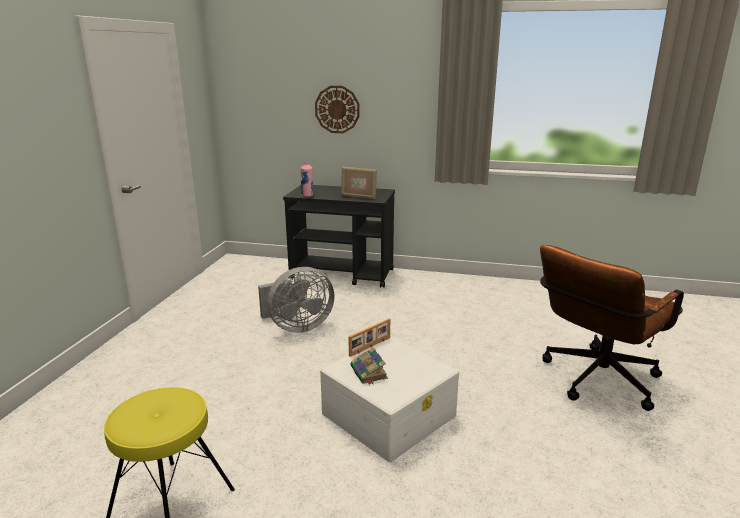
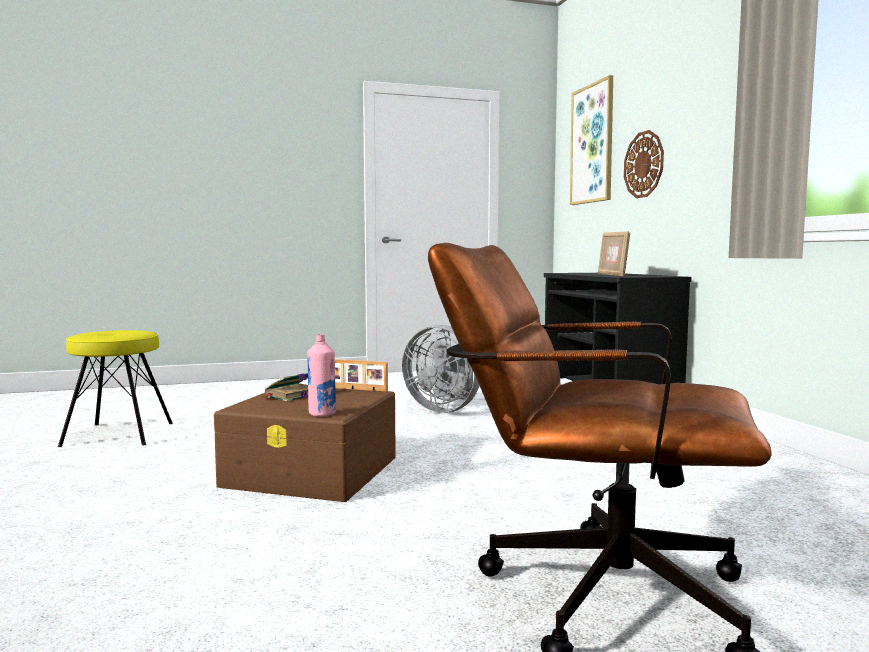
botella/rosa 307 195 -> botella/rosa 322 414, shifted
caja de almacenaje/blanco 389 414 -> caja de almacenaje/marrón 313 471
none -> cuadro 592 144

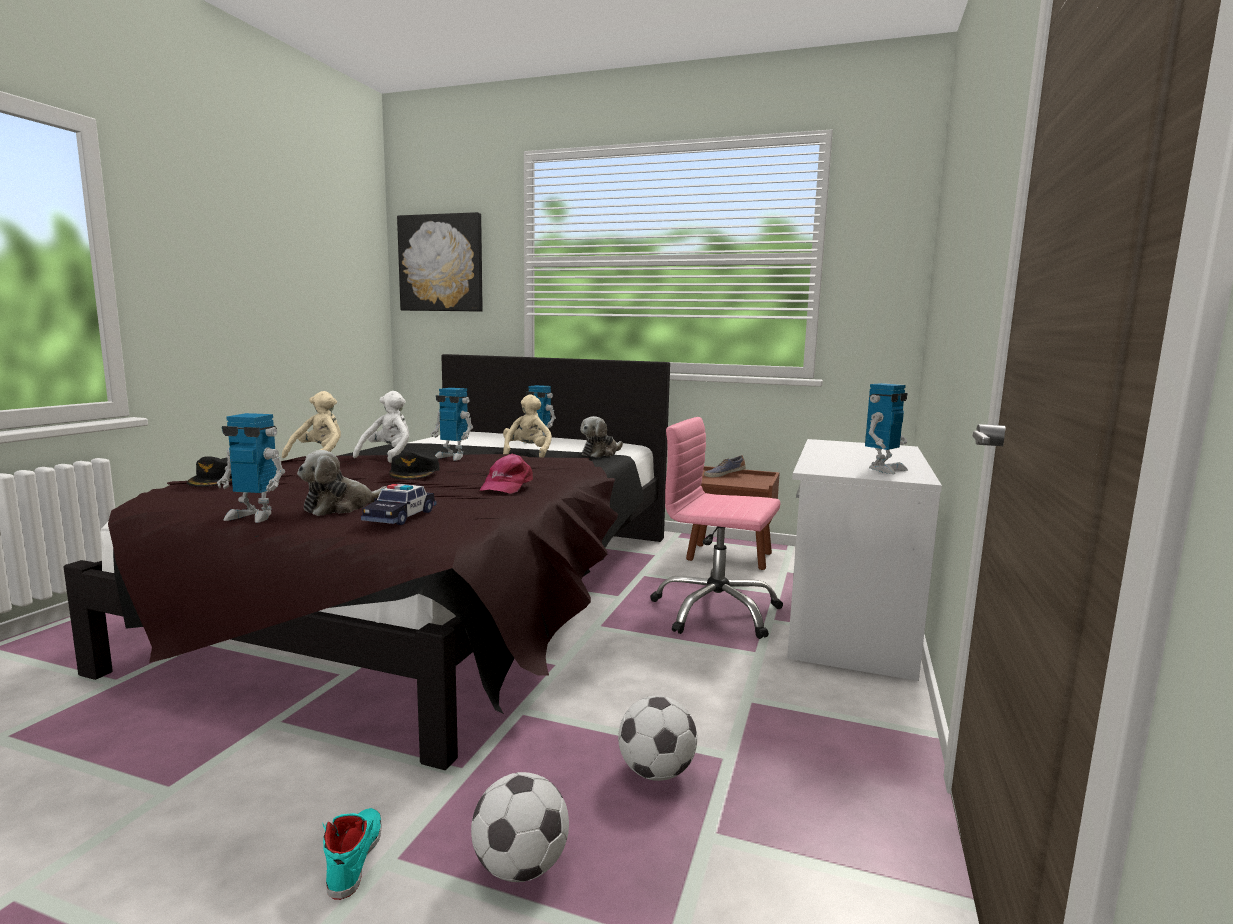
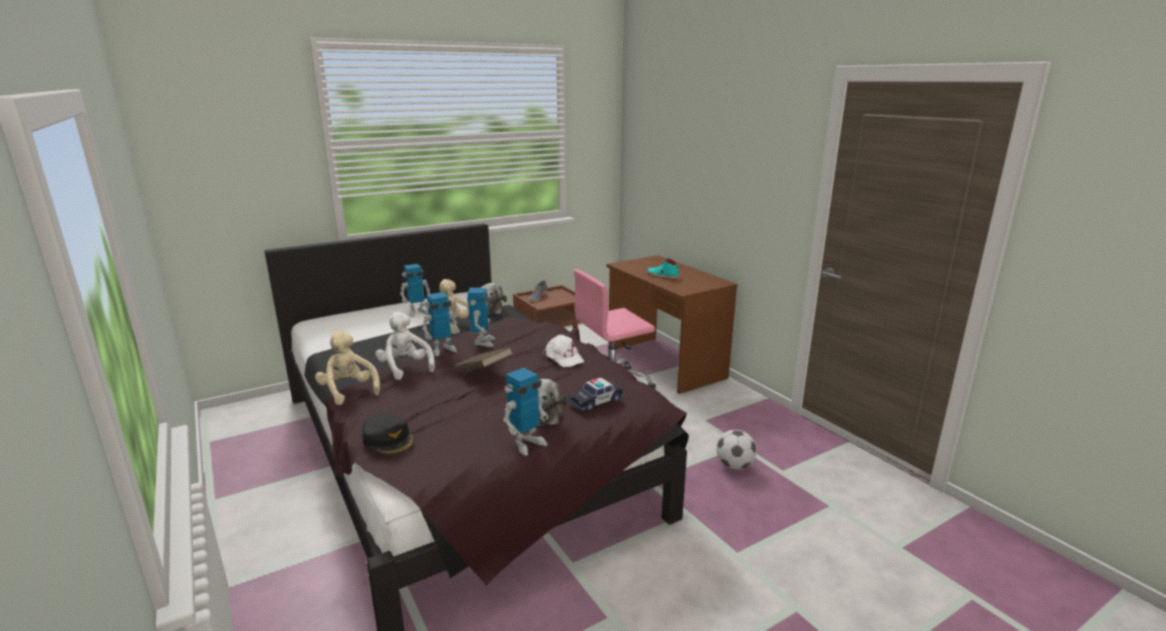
zapato/turquesa 354 857 -> zapato/turquesa 662 275, shifted
coche de juguete 400 516 -> coche de juguete 596 401, 90 degrees clockwise
gorra/negro 414 472 -> libro/marrón 483 372
cuadro 441 263 -> none
balón de fútbol 520 867 -> none
gorra/rosa 506 486 -> gorra/blanco 563 357
escritorio/blanco 848 622 -> escritorio/marrón 664 363
robot de juguete 883 469 -> robot de juguete 483 342, shifted

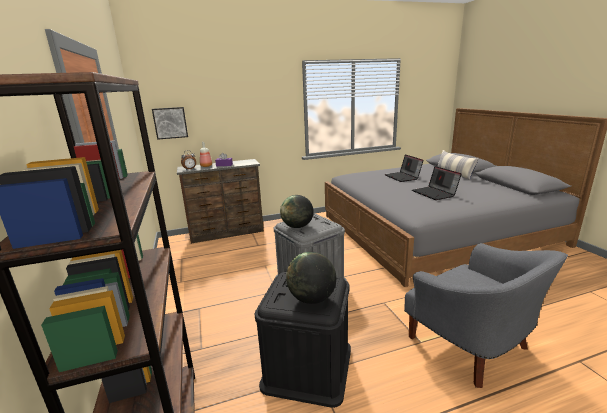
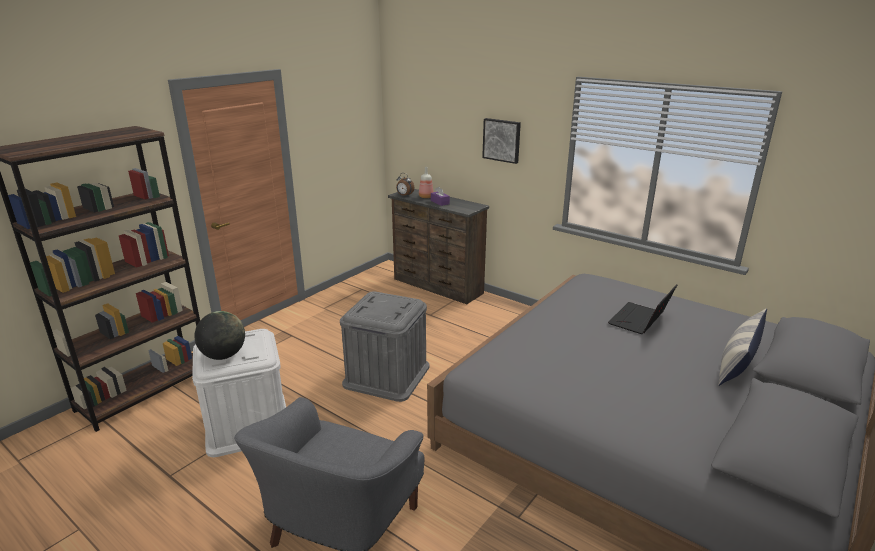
cuadro 170 123 -> cuadro 502 140, shifted
caja de almacenaje/negro 307 366 -> caja de almacenaje/blanco 247 423
globo terráqueo 297 226 -> none
portátil 435 193 -> none

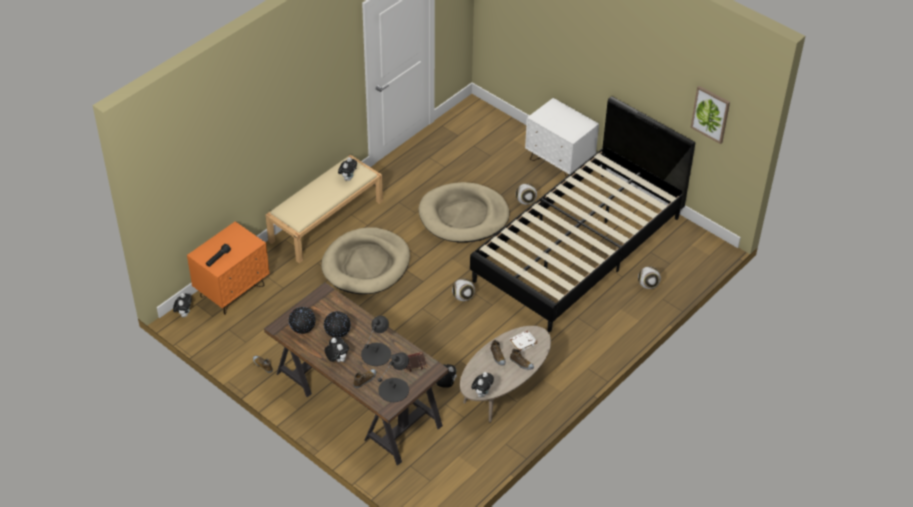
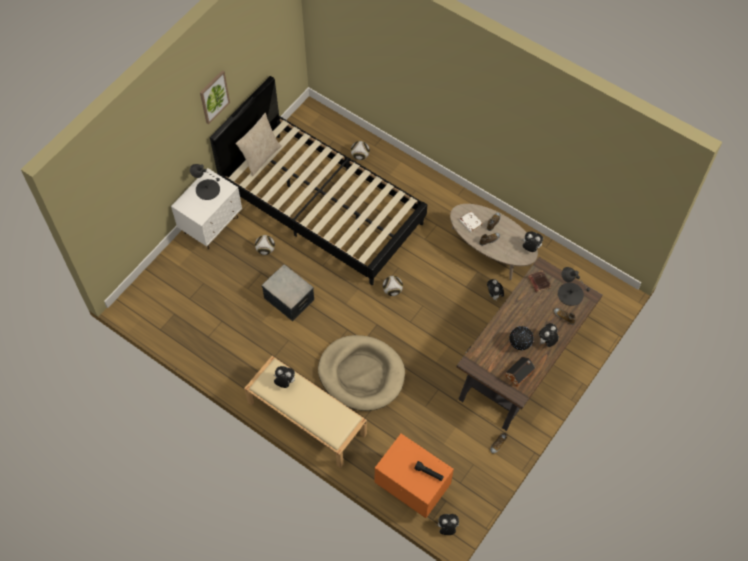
globo terráqueo 303 331 -> casita 520 374
lámpara de mesa/negro 376 354 -> lámpara de mesa/negro 207 189, shifted
cama para perro/beis 463 216 -> caja de almacenaje 289 299
cuadro 710 114 -> cuadro 214 97, shifted
none -> cojín/beis 260 157

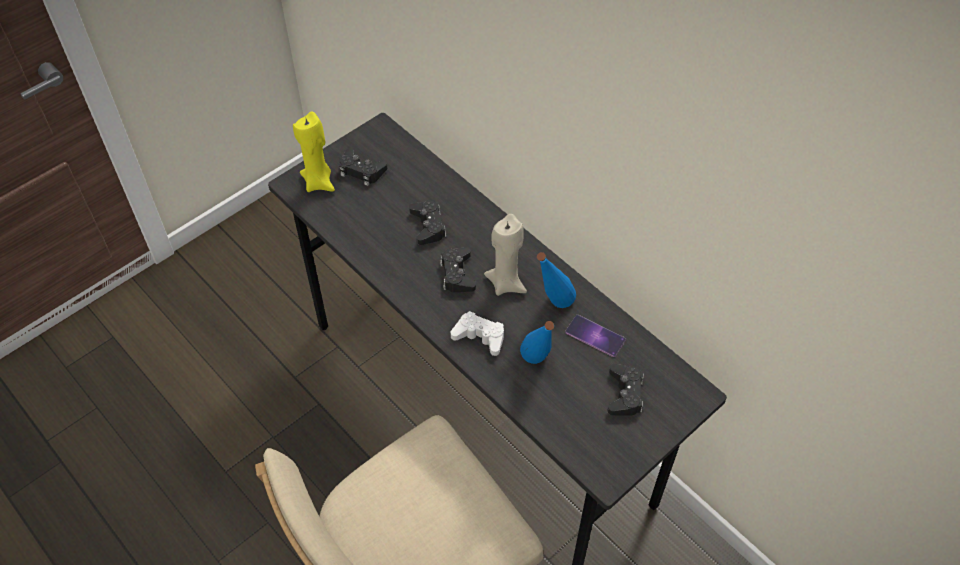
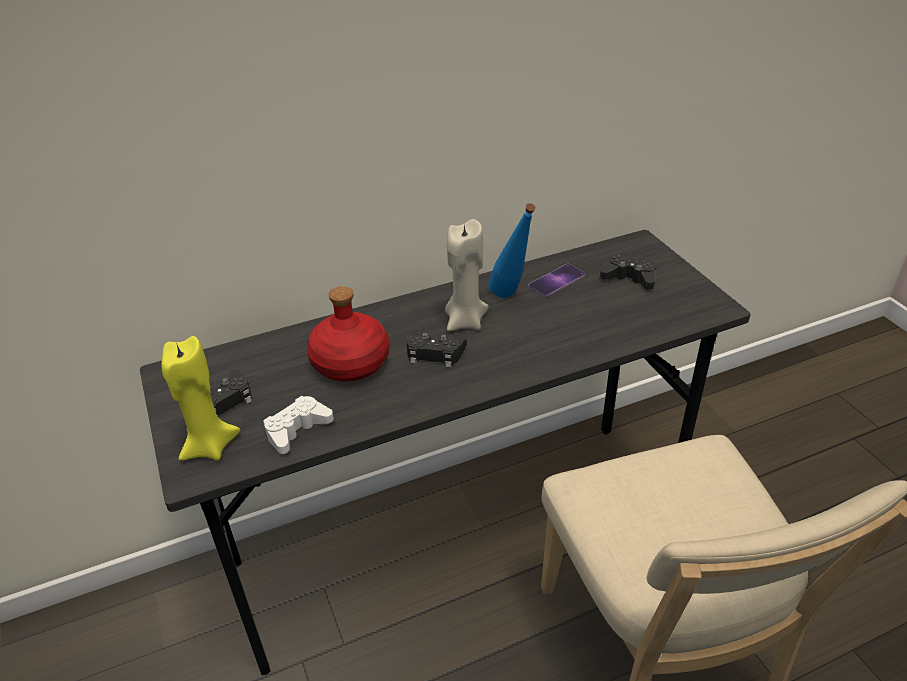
mando de consola/negro 428 226 -> botella/rojo 351 362
mando de consola/blanco 480 336 -> mando de consola/blanco 297 429, shifted
botella/azul 537 366 -> none

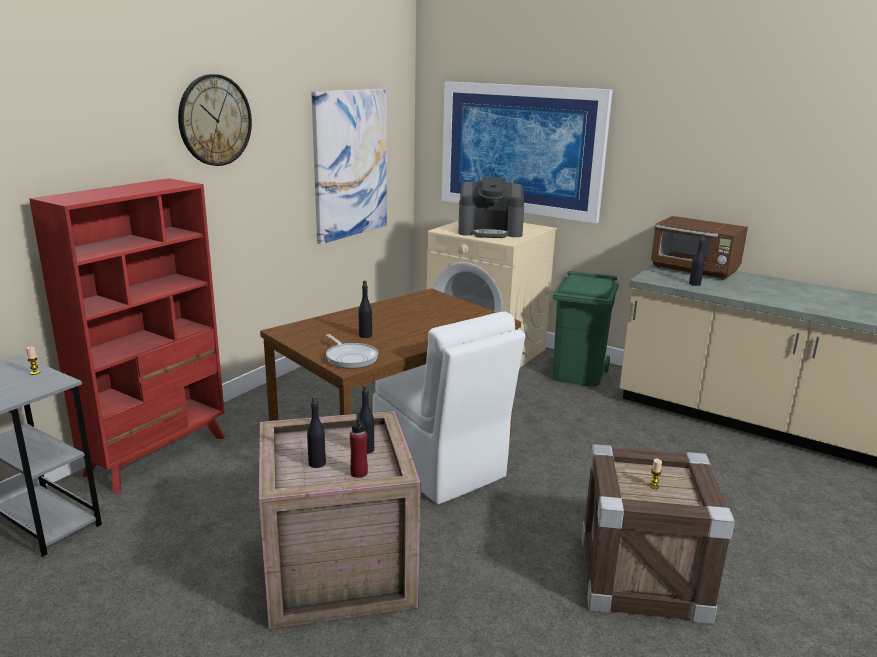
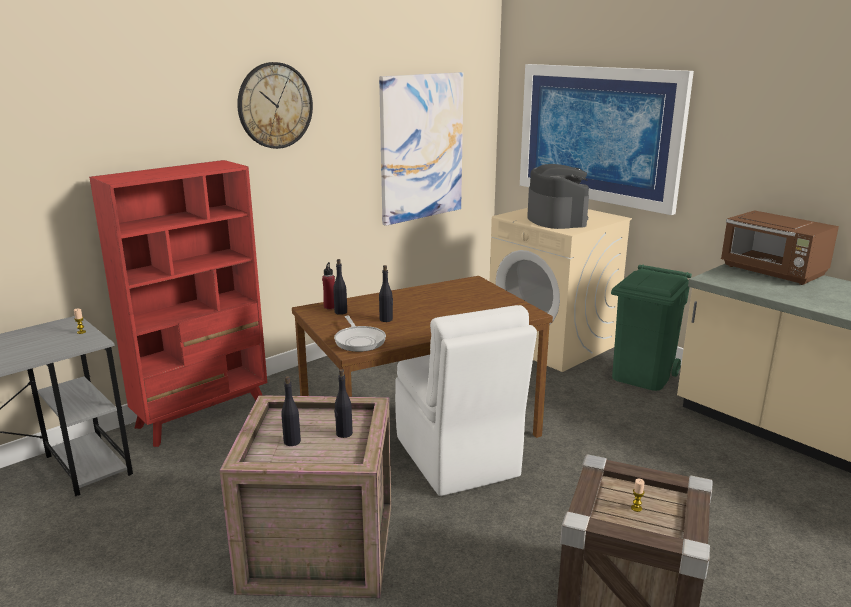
botella/rojo 359 473 -> botella/rojo 330 307, shifted
cafetera 490 231 -> cafetera 556 219, 120 degrees counterclockwise
botella/negro 694 284 -> botella/negro 341 312, shifted

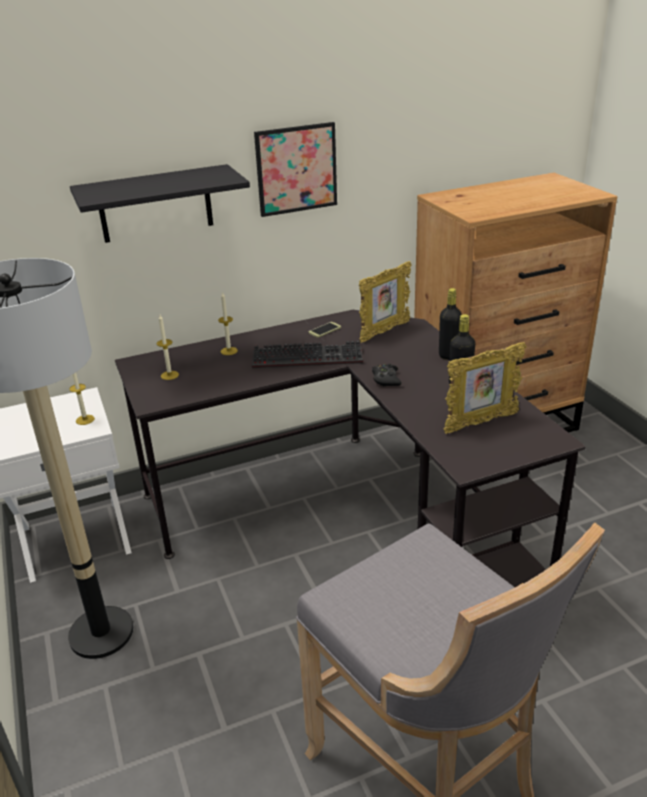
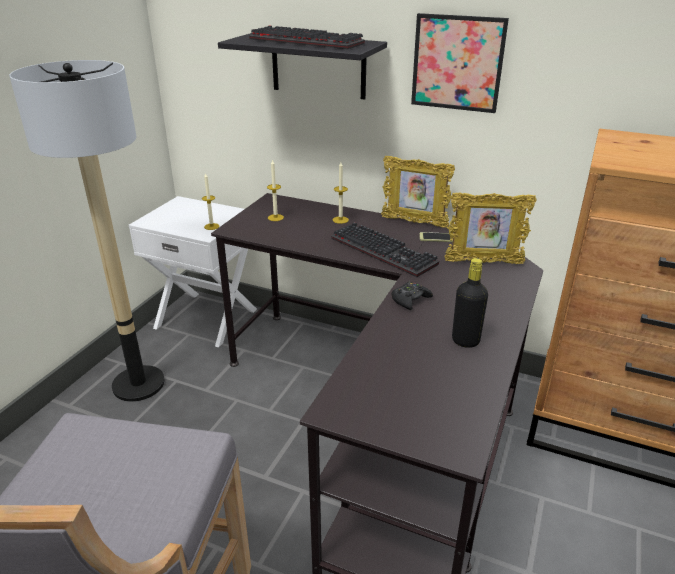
botella/negro 448 355 -> none
portarretratos 480 423 -> portarretratos 414 222, shifted
none -> teclado 308 41

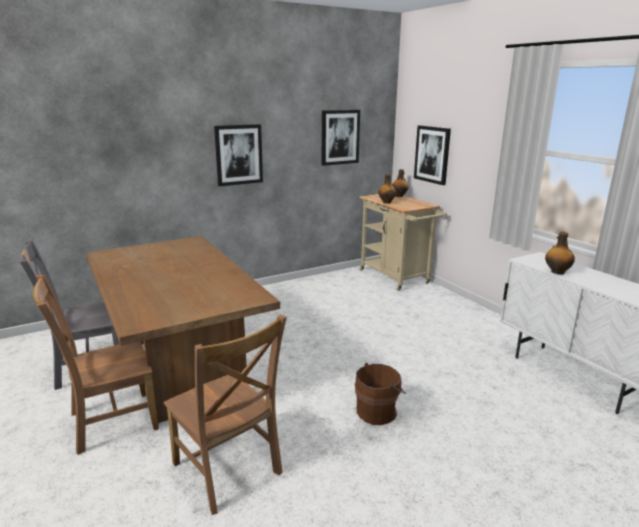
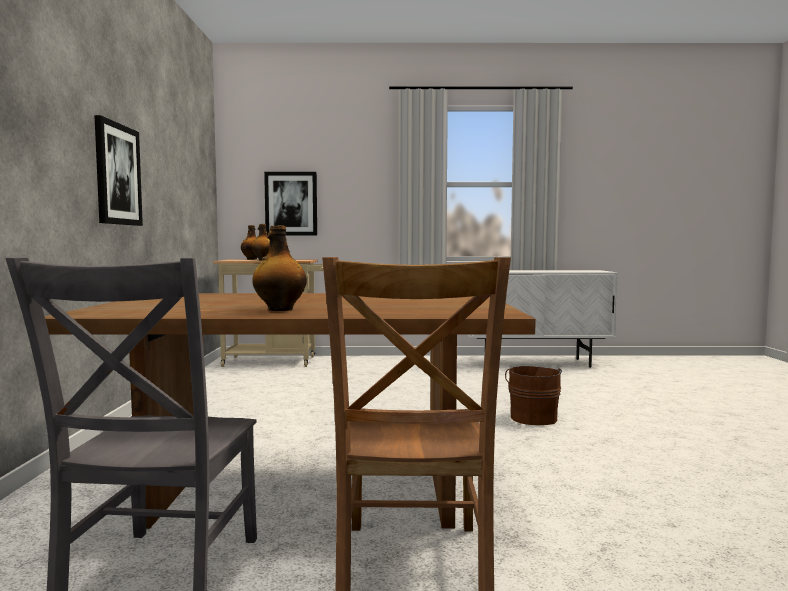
silla/marrón 228 471 -> none
cuadro 340 137 -> none
botella 557 272 -> botella 279 309, shifted

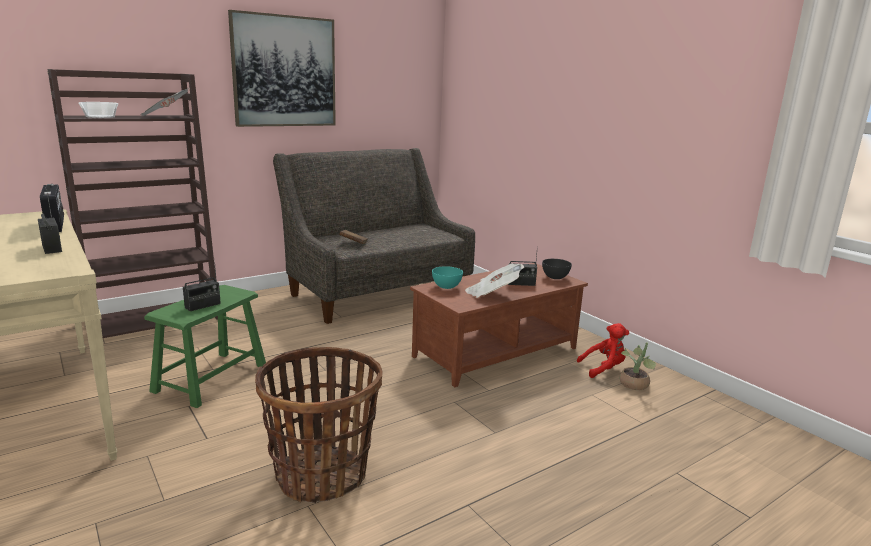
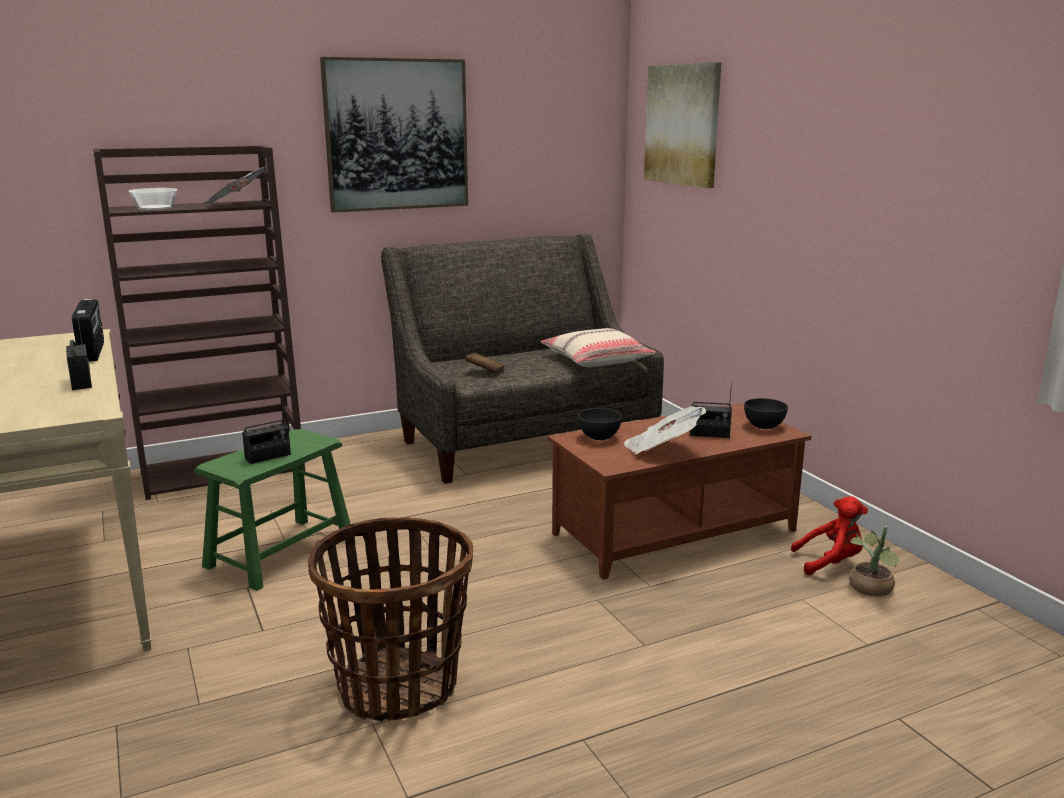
cuenco/turquesa 446 286 -> cuenco/gris 599 437
none -> cojín/beis 597 360
none -> cuadro 682 125

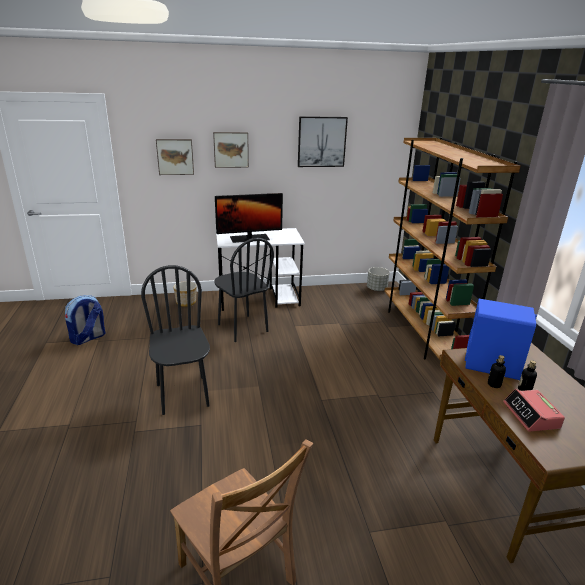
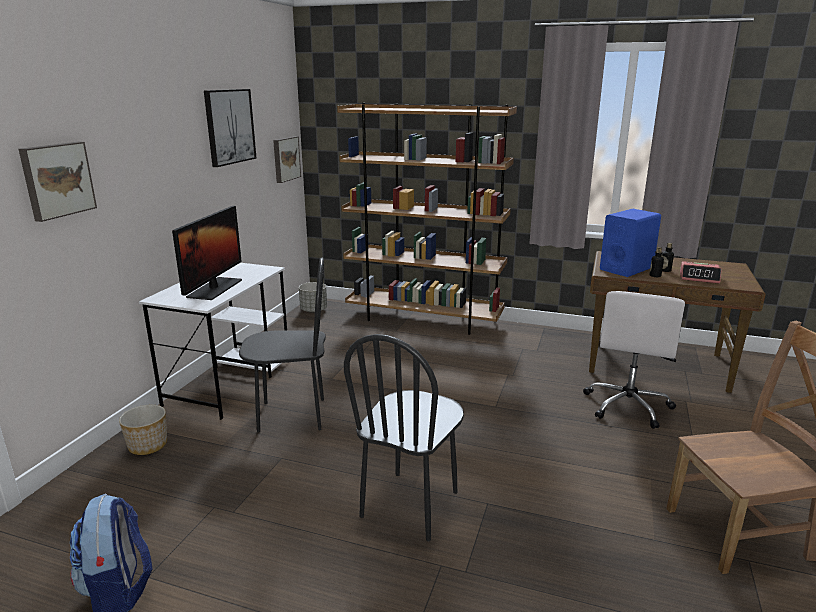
silla/negro 183 395 -> silla/negro 410 504, 75 degrees counterclockwise
cuadro 231 149 -> cuadro 285 159, shifted
none -> silla de oficina/blanco 628 406

